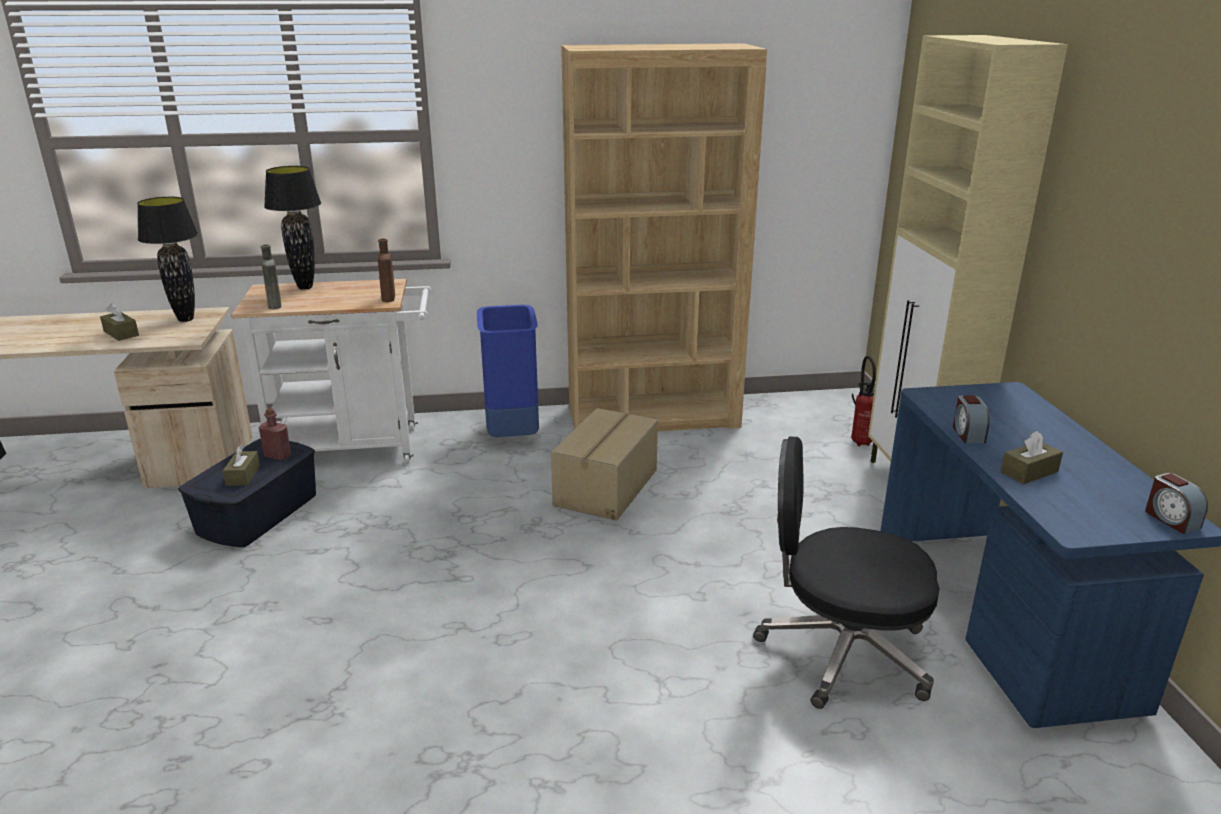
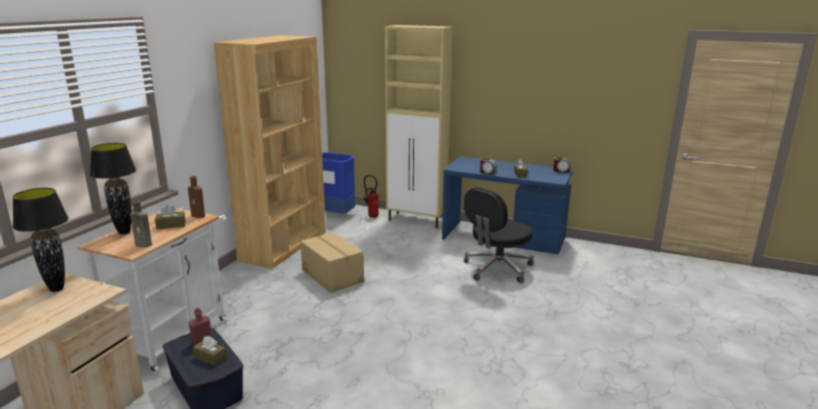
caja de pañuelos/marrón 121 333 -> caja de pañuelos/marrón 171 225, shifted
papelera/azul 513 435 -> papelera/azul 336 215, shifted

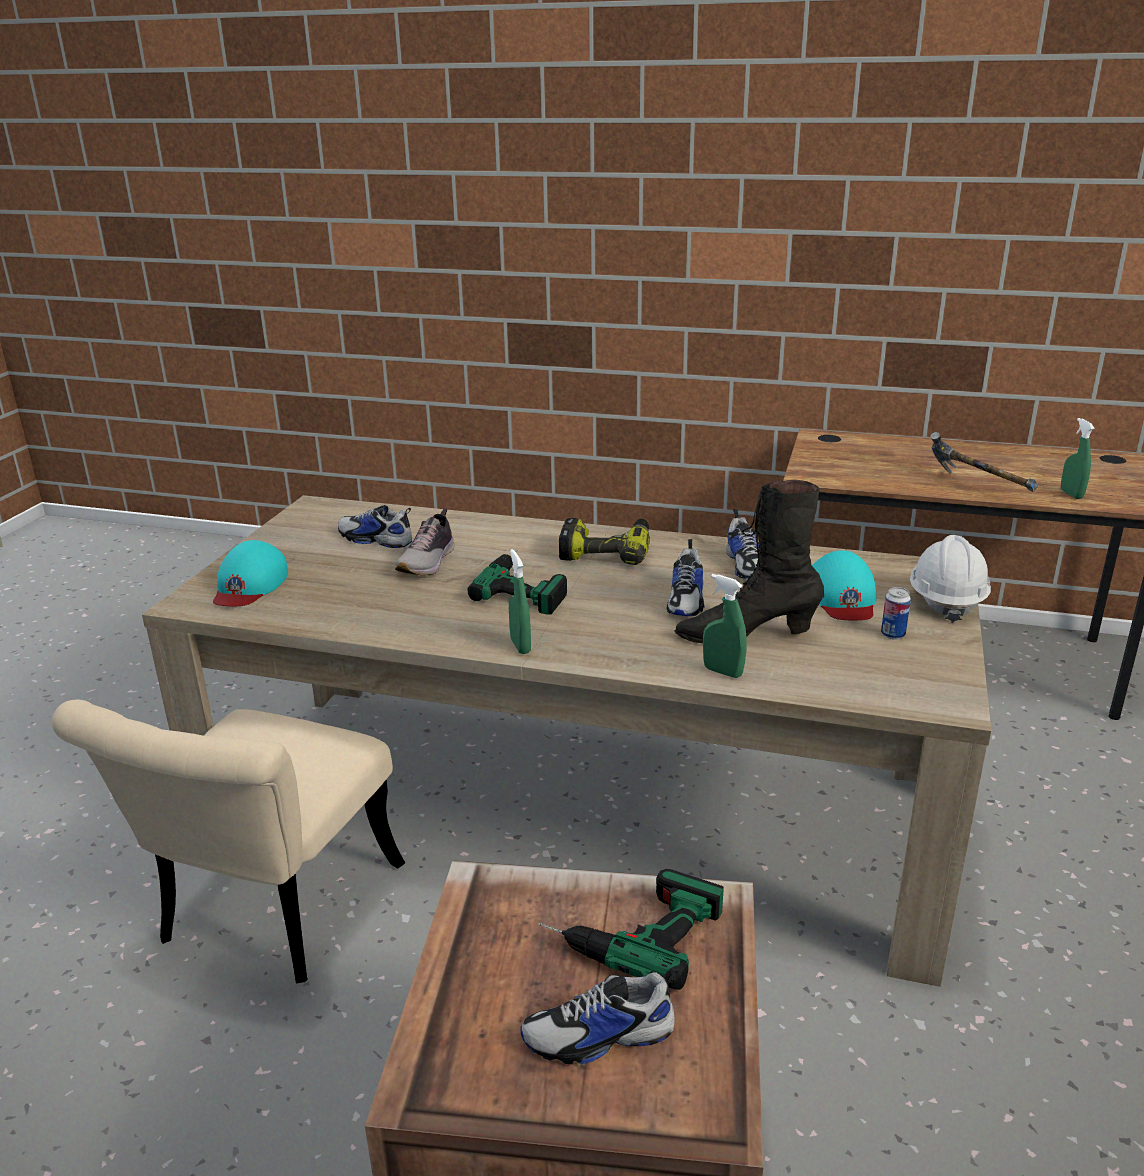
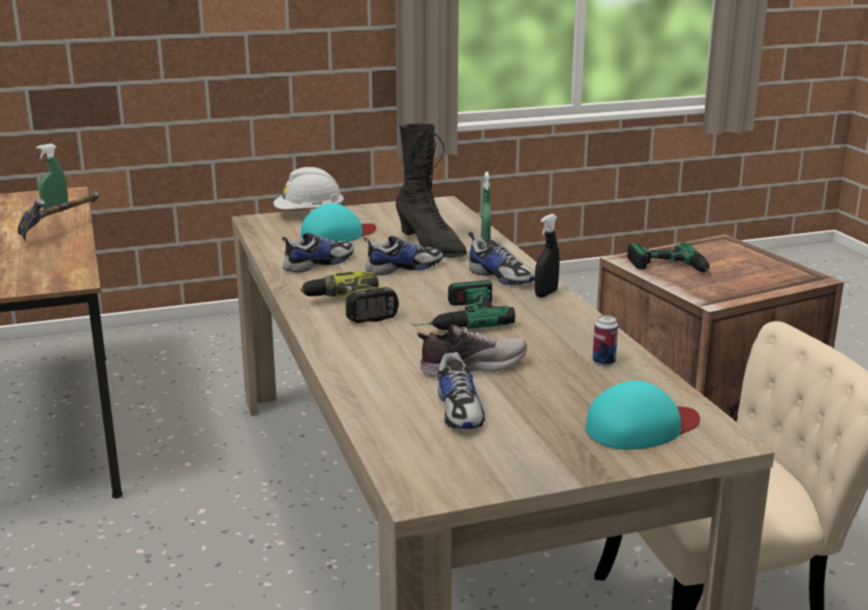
pulverizador/verde 520 646 -> pulverizador/negro 546 294
zapato 600 1036 -> zapato 501 277, shifted
lata 893 635 -> lata 604 362, shifted

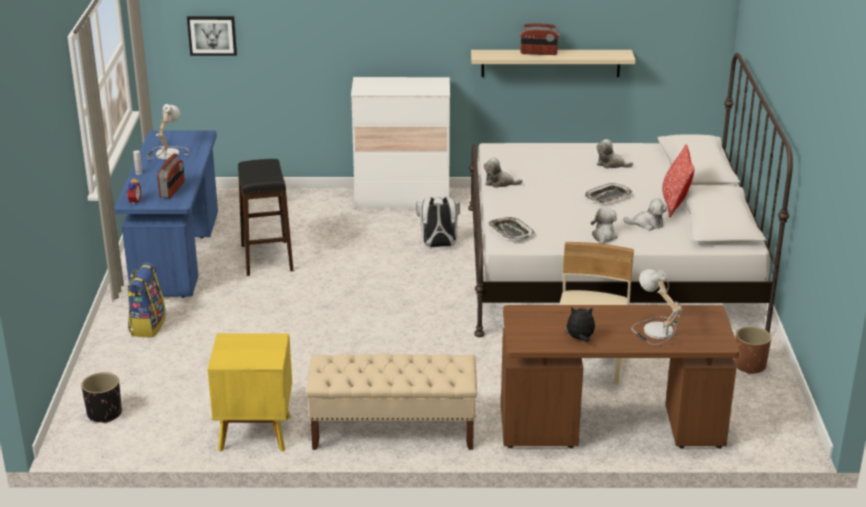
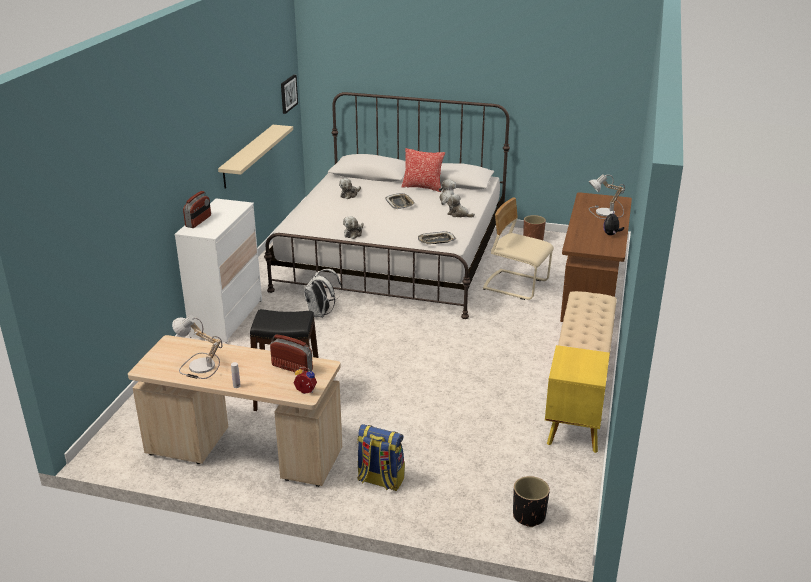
escritorio/azul 176 254 -> escritorio/beis 244 452
cuadro 212 35 -> cuadro 288 93, shifted
radio 538 53 -> radio 198 221, shifted

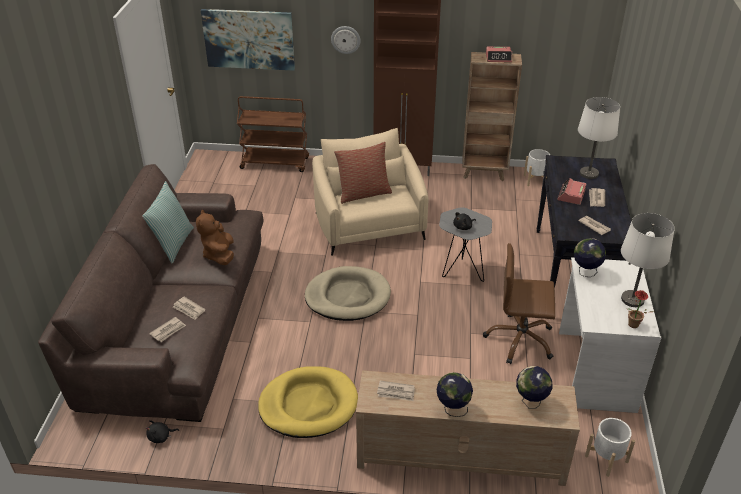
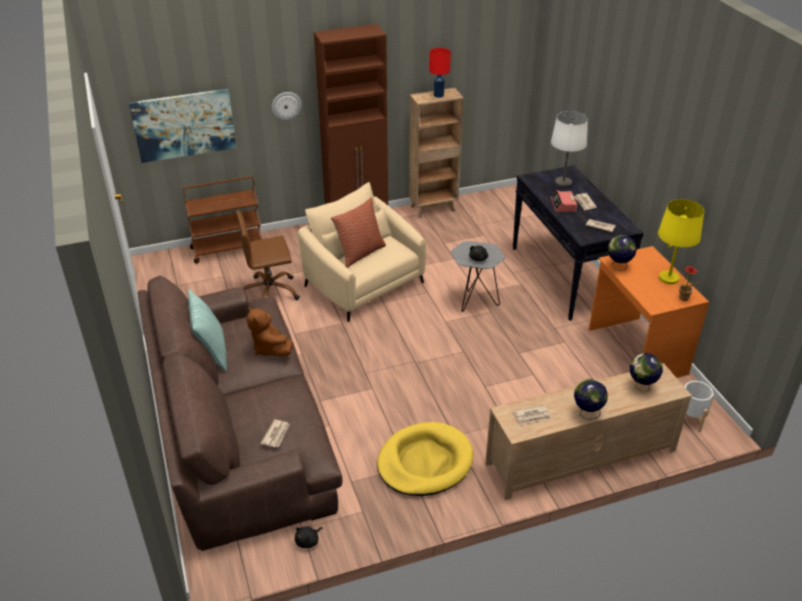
periódico 189 309 -> none
cama para perro/beis 347 297 -> none
silla de oficina/marrón 520 340 -> silla de oficina/marrón 269 293, shifted
despertador 498 58 -> lámpara de mesa/rojo 438 95
maceta/blanco 535 180 -> none
escritorio/blanco 594 370 -> escritorio/naranja 635 351
lámpara de mesa/blanco 632 299 -> lámpara de mesa/amarillo 668 278

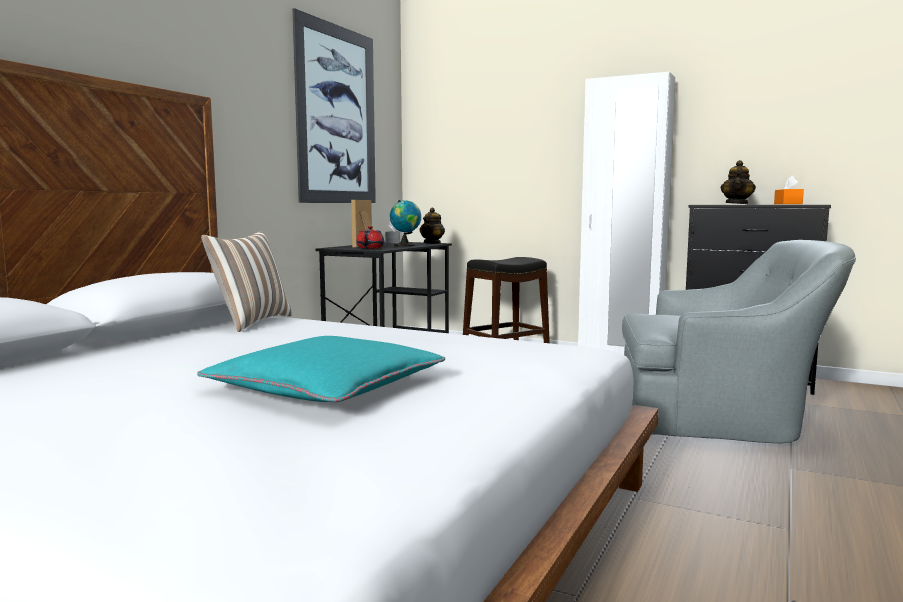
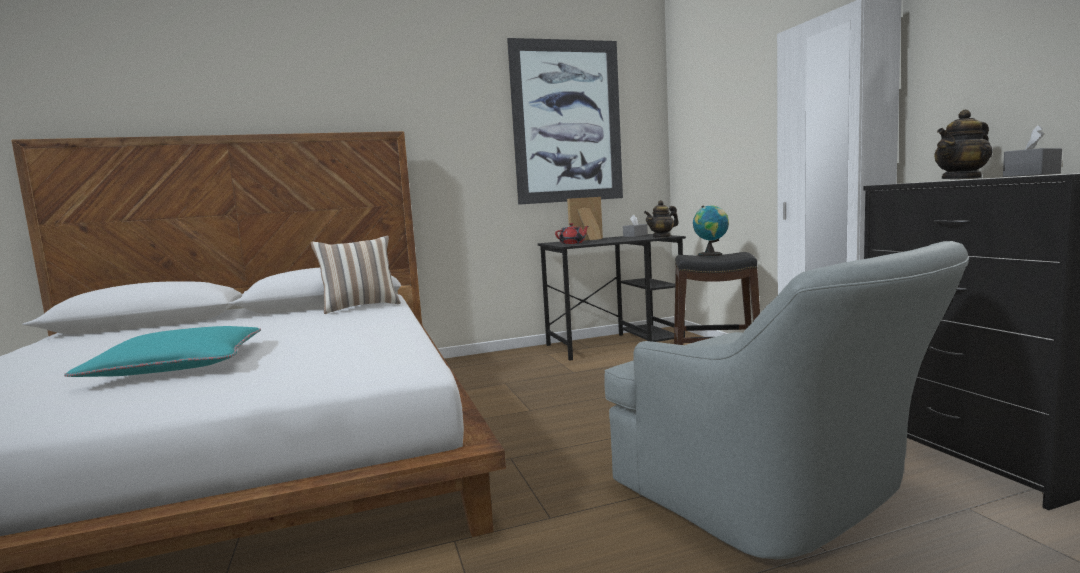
globo terráqueo 406 245 -> globo terráqueo 711 254, shifted
caja de pañuelos/naranja 787 204 -> caja de pañuelos/gris 1031 175

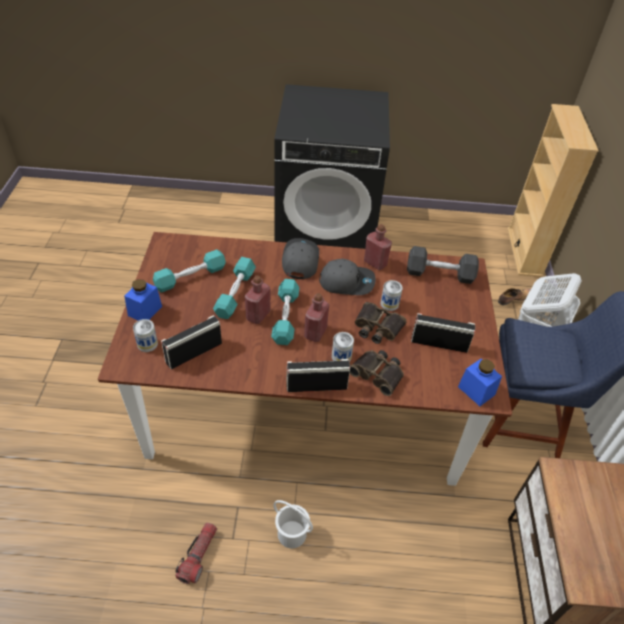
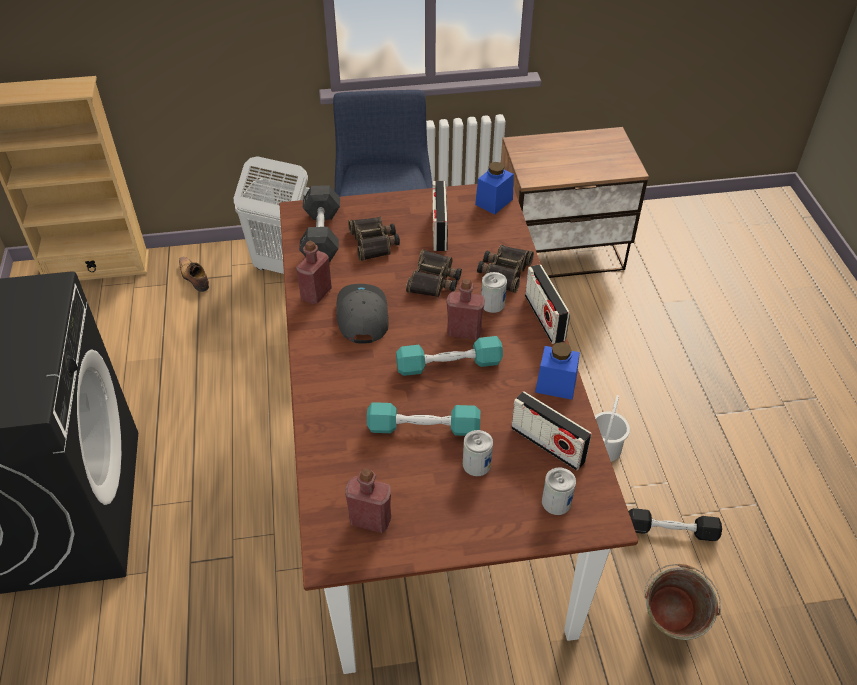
tarro/azul 145 311 -> tarro/azul 555 385, shifted
mancuerna/turquesa 190 277 -> none
linterna 198 556 -> mancuerna/negro 670 531
botella/rojo 258 315 -> botella/rojo 370 520, shifted
gorra/gris 299 260 -> none
lata 389 304 -> lata 476 464, shifted
none -> prismáticos 374 242
none -> cubo/verde 667 629

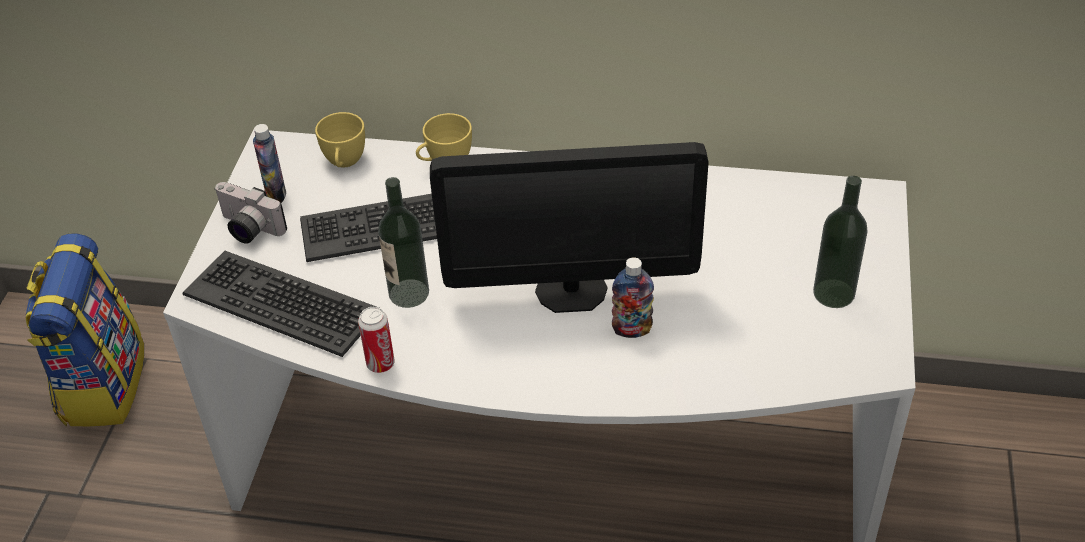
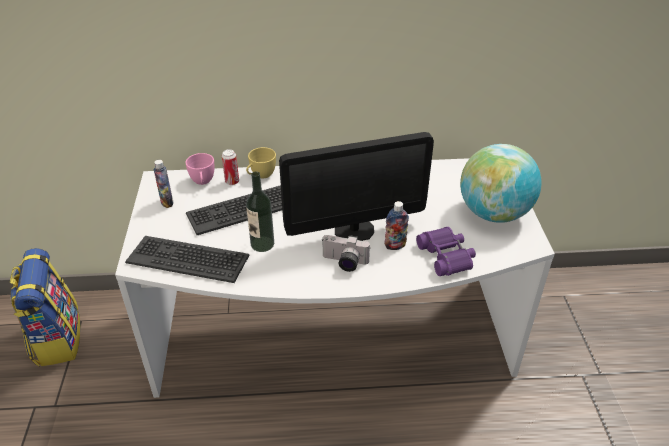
cámara 247 229 -> cámara 344 263, shifted
taza/amarillo 344 163 -> taza/rosa 203 182
lata 380 364 -> lata 232 182, shifted
botella 833 293 -> globo terráqueo 494 213
none -> prismáticos/morado 446 256

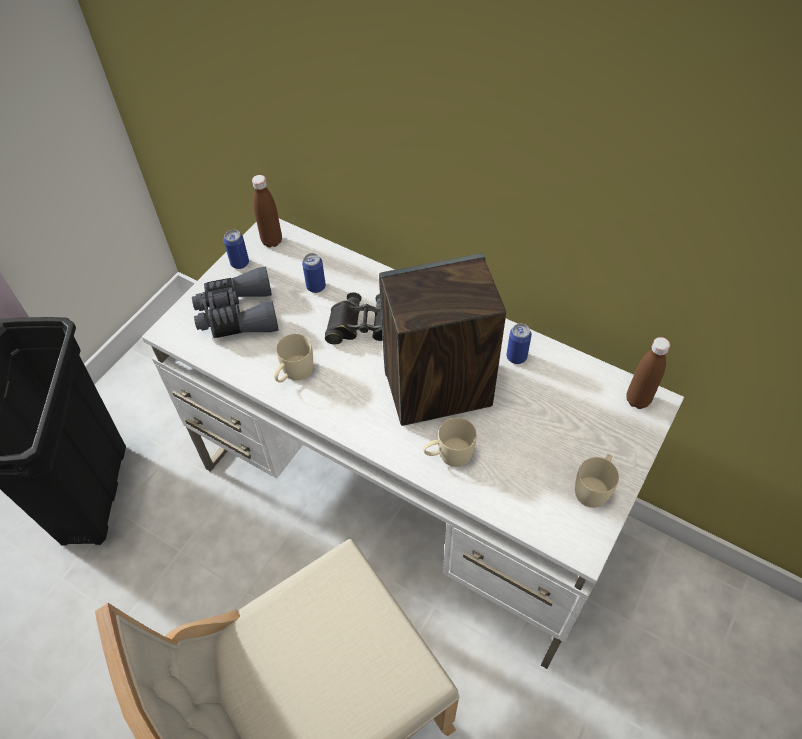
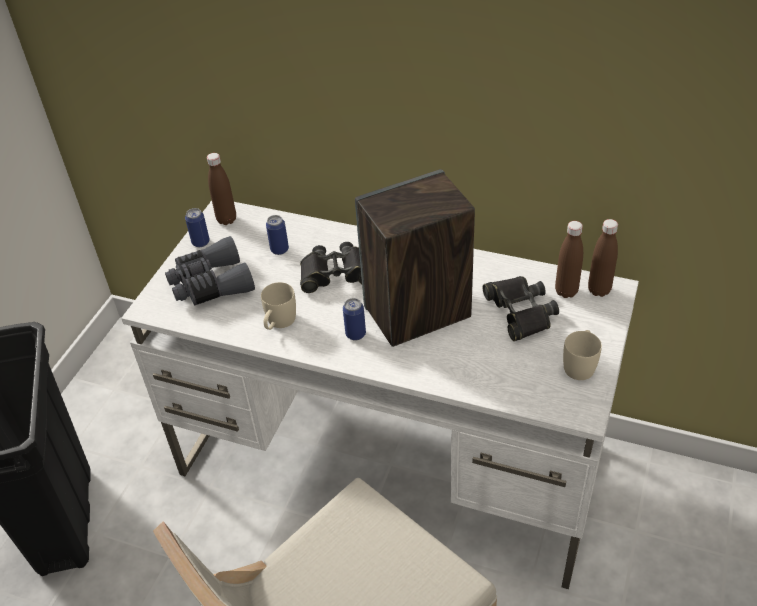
taza grande/beis 448 455 -> none
lata 516 357 -> lata 355 334, shifted
none -> prismáticos/negro 520 312
none -> botella/marrón 566 291

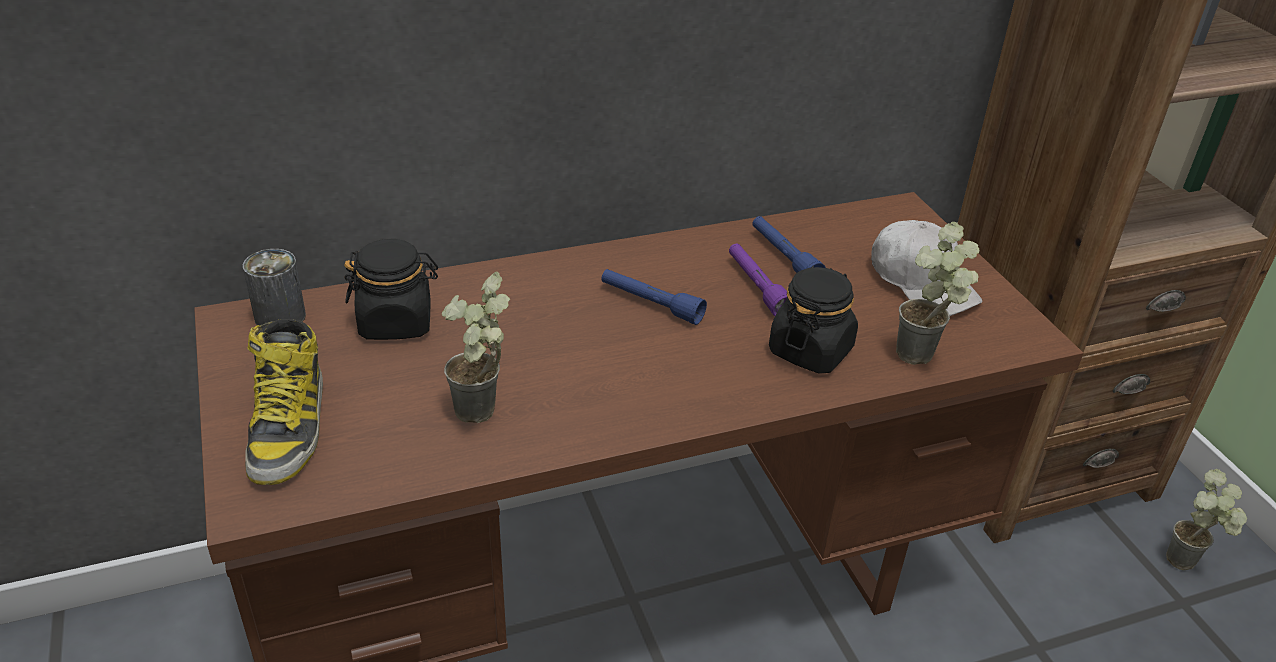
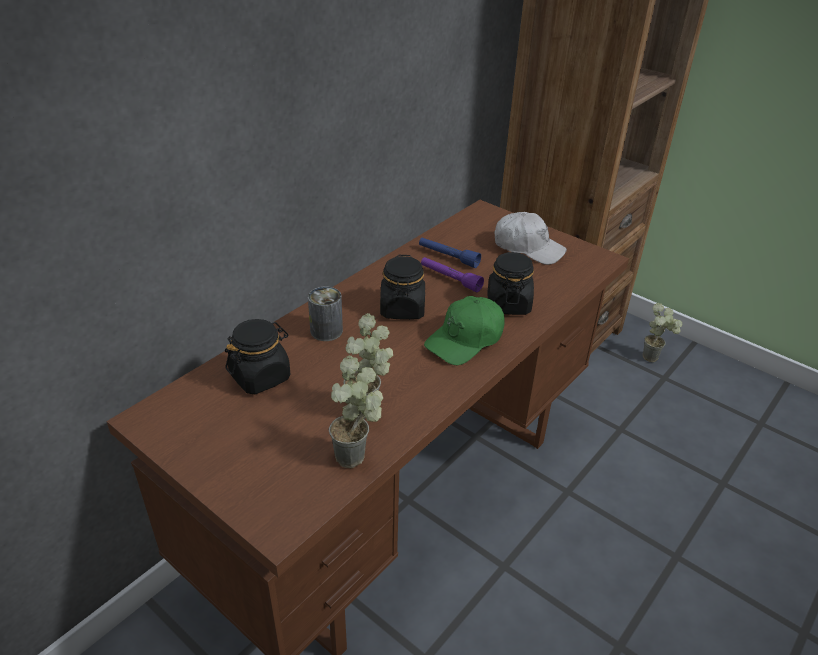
lata 280 317 -> lata 326 331, shifted
bota 288 426 -> none
linterna/azul 651 304 -> tarro/negro 402 309
planta en maceta 925 359 -> planta en maceta 359 458, shifted
none -> gorra/verde 465 340

